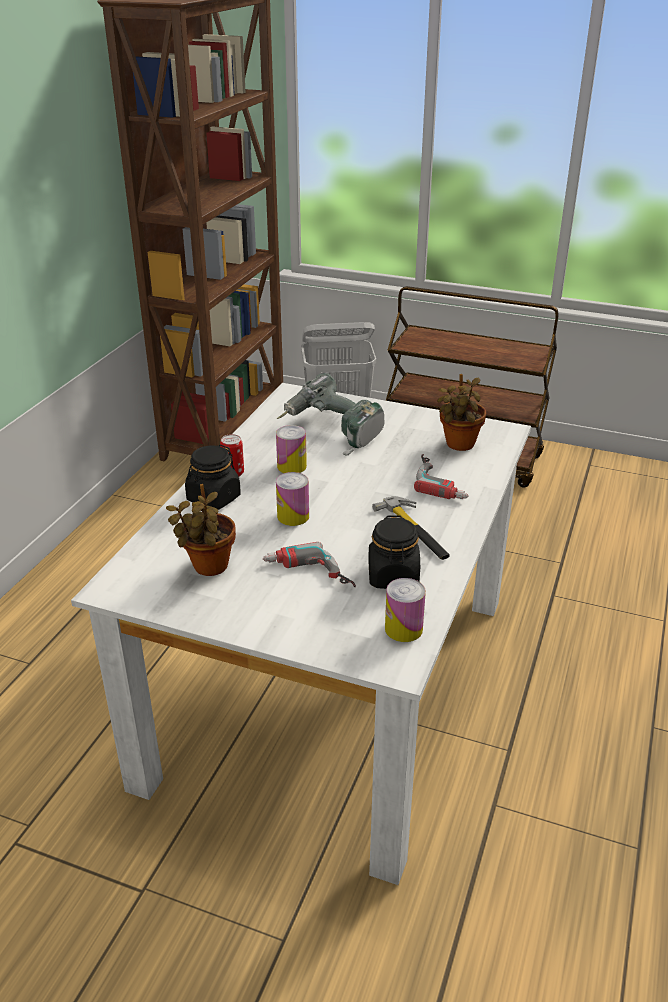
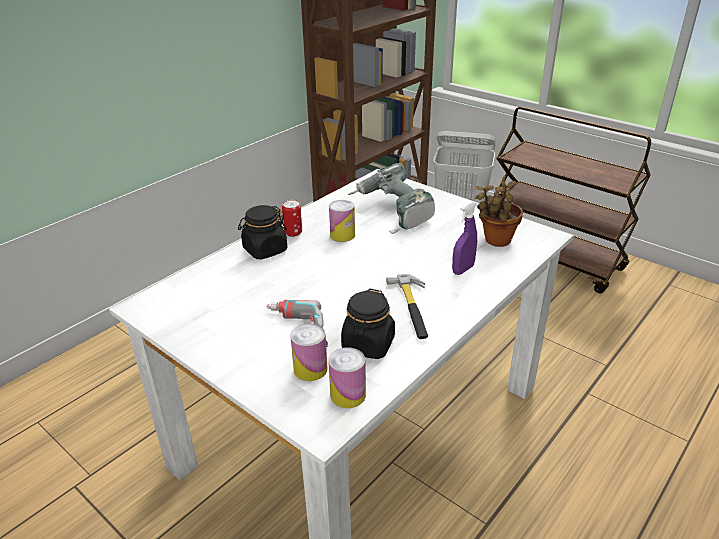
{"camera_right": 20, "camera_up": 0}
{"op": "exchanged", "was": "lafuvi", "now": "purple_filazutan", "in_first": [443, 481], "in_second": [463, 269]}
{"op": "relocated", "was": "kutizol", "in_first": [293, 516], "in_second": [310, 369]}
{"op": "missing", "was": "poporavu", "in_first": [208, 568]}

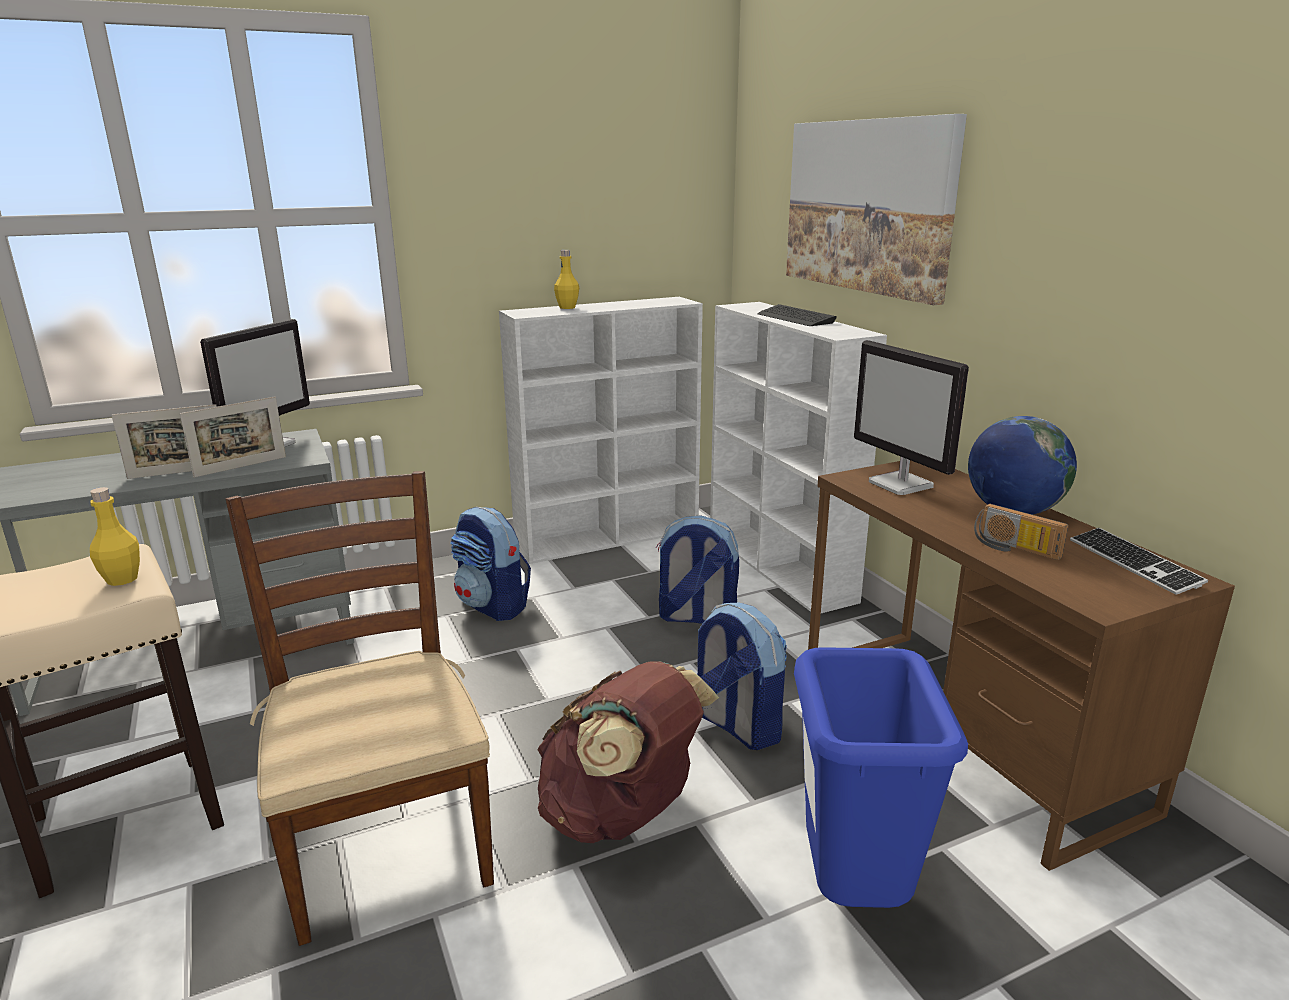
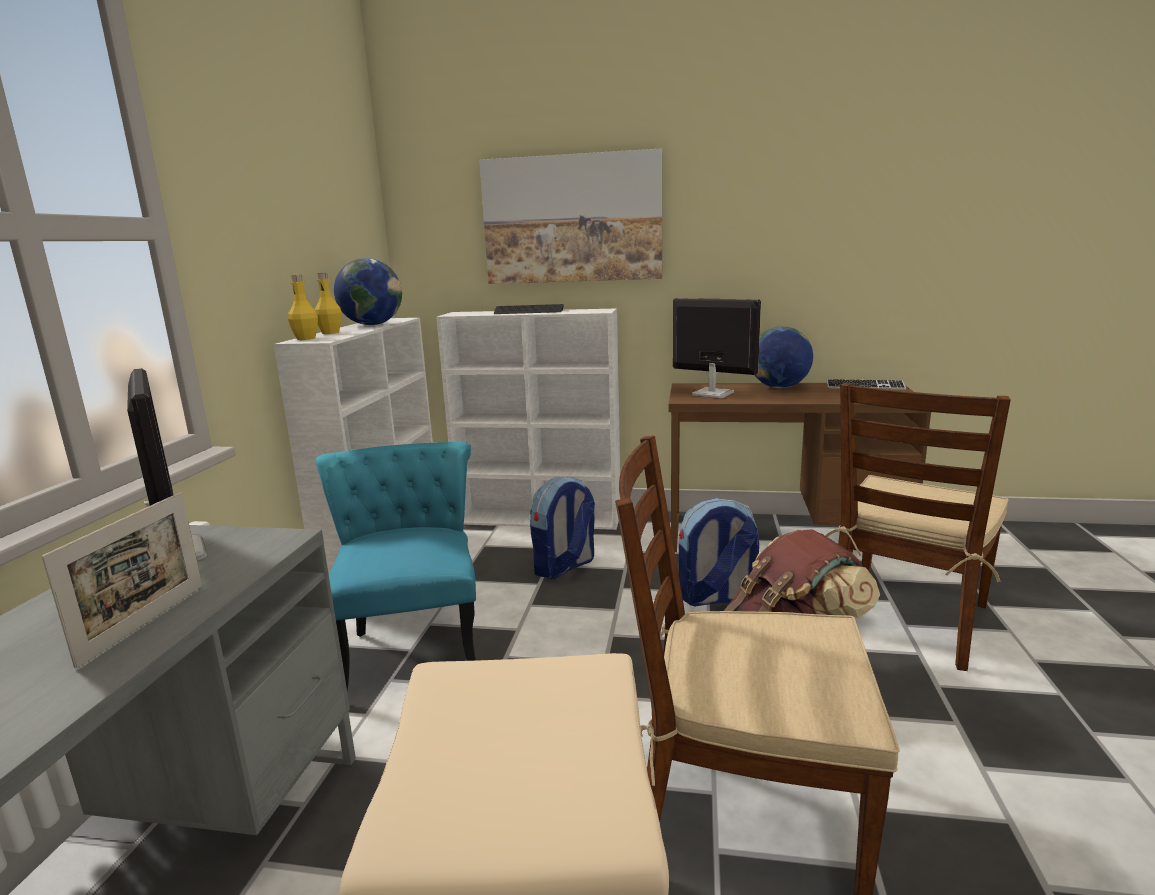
{"camera_right": -55, "camera_up": -5}
{"op": "spun", "was": "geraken", "in_first": [901, 485], "in_second": [711, 394], "clockwise": -150}
{"op": "missing", "was": "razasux", "in_first": [241, 467]}
{"op": "relocated", "was": "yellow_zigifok", "in_first": [122, 579], "in_second": [306, 338]}
{"op": "missing", "was": "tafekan", "in_first": [1013, 549]}
{"op": "exchanged", "was": "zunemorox", "now": "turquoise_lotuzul", "in_first": [493, 606], "in_second": [414, 648]}
{"op": "exchanged", "was": "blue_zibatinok", "now": "brown_lotuzul", "in_first": [853, 893], "in_second": [907, 618]}
{"op": "appeared", "now": "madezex", "in_second": [372, 324]}

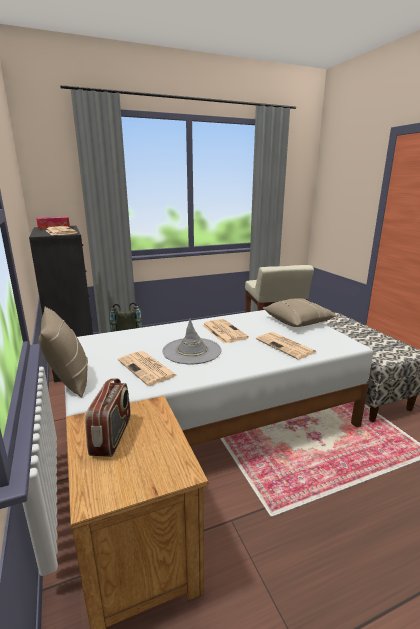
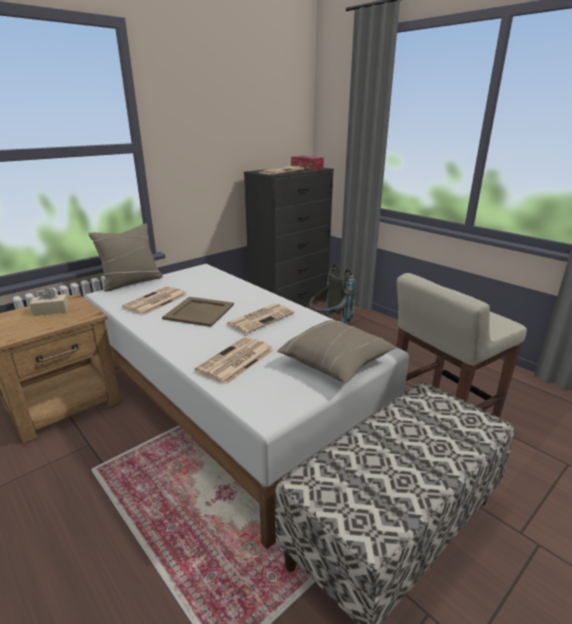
{"camera_right": 70, "camera_up": 5}
{"op": "exchanged", "was": "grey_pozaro", "now": "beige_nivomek", "in_first": [192, 351], "in_second": [198, 312]}
{"op": "exchanged", "was": "tafekan", "now": "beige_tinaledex", "in_first": [112, 436], "in_second": [51, 311]}

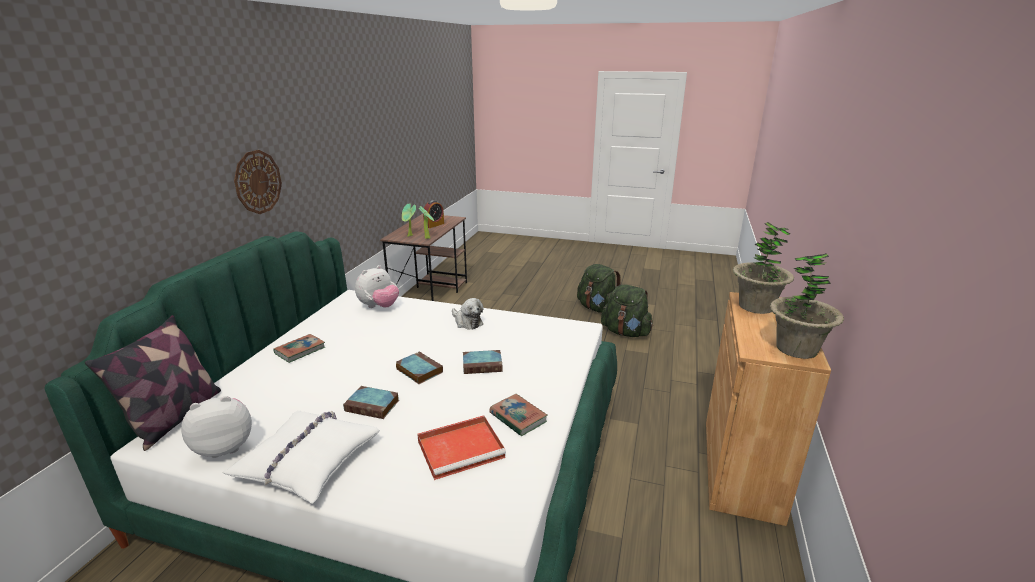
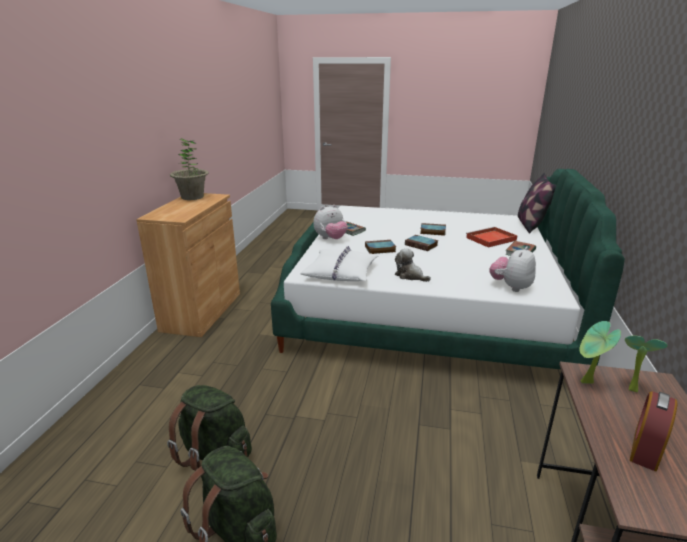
{"camera_right": 175, "camera_up": 0}
{"op": "missing", "was": "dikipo", "in_first": [258, 182]}
{"op": "missing", "was": "poporavu", "in_first": [756, 306]}
{"op": "relocated", "was": "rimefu", "in_first": [225, 446], "in_second": [330, 239]}
{"op": "relocated", "was": "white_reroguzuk", "in_first": [307, 461], "in_second": [341, 272]}
{"op": "relocated", "was": "red_nivomek", "in_first": [462, 448], "in_second": [490, 239]}

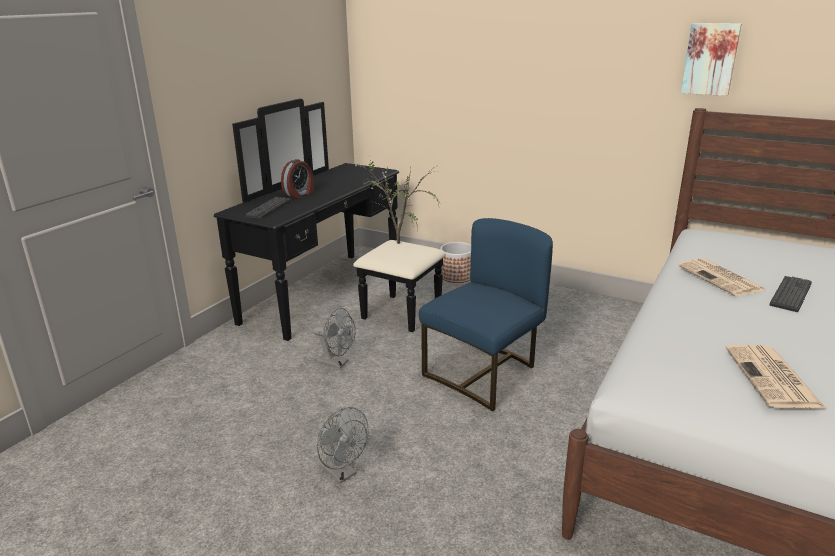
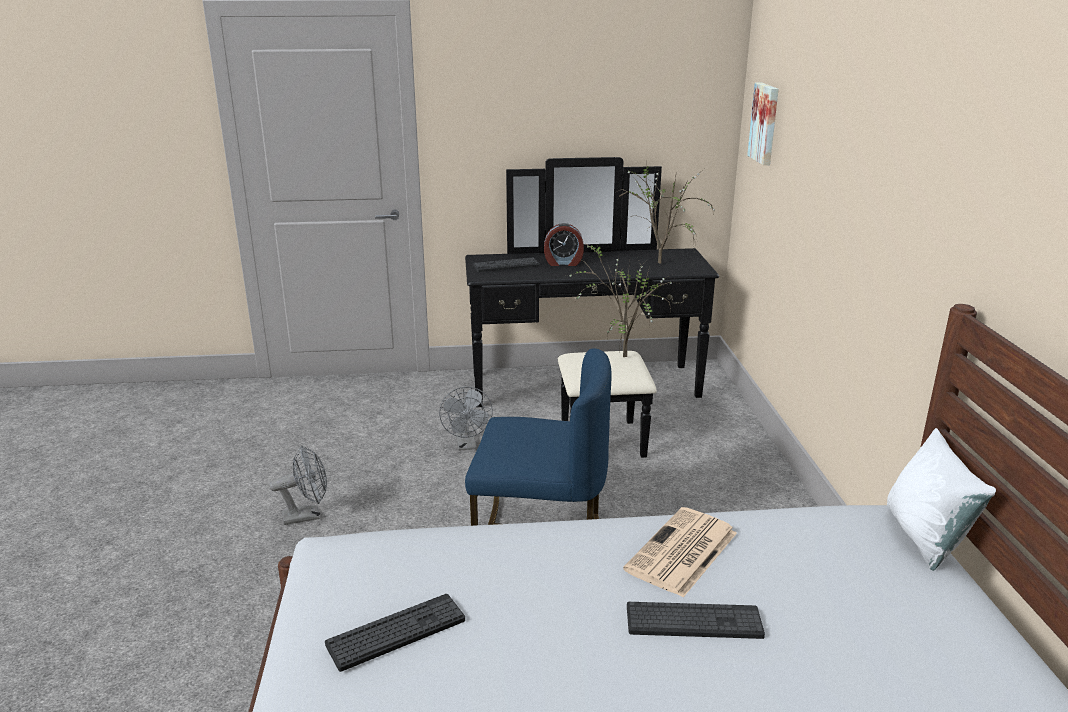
{"camera_right": 55, "camera_up": 0}
{"op": "relocated", "was": "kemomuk", "in_first": [710, 59], "in_second": [765, 123]}
{"op": "missing", "was": "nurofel", "in_first": [457, 276]}
{"op": "exchanged", "was": "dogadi", "now": "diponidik", "in_first": [773, 378], "in_second": [396, 632]}
{"op": "spun", "was": "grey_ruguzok", "in_first": [342, 473], "in_second": [307, 515], "clockwise": -120}
{"op": "appeared", "now": "poporavu", "in_second": [659, 264]}
{"op": "appeared", "now": "white_reroguzuk", "in_second": [925, 537]}

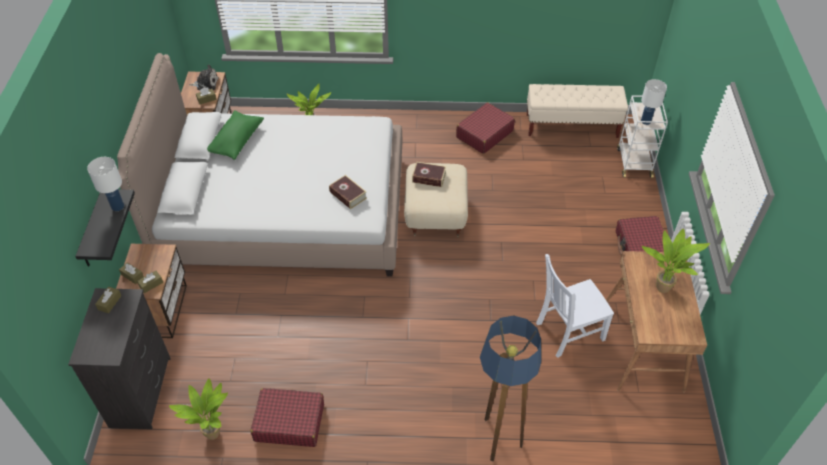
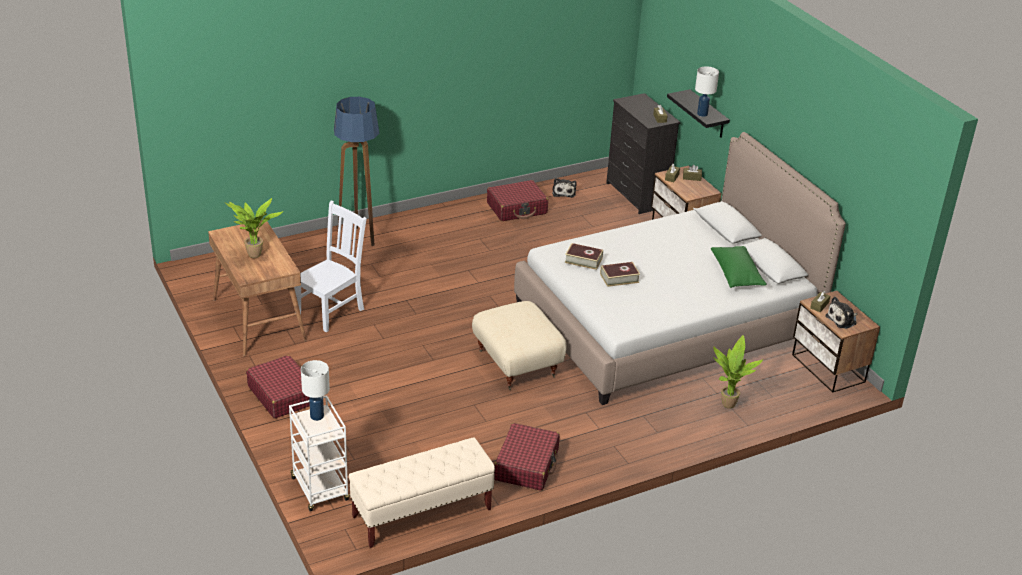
{"camera_right": 150, "camera_up": -15}
{"op": "relocated", "was": "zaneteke", "in_first": [429, 177], "in_second": [619, 278]}
{"op": "exchanged", "was": "poporavu", "now": "rimefu", "in_first": [213, 432], "in_second": [564, 192]}

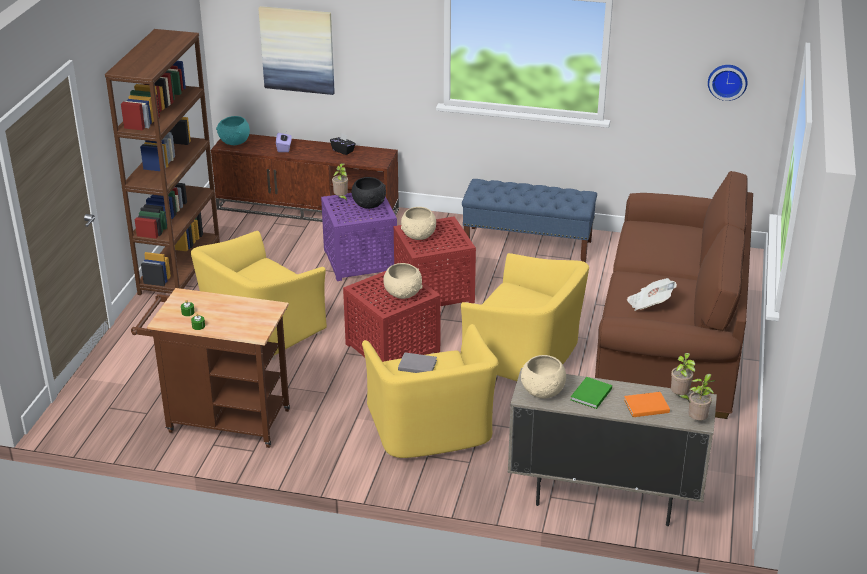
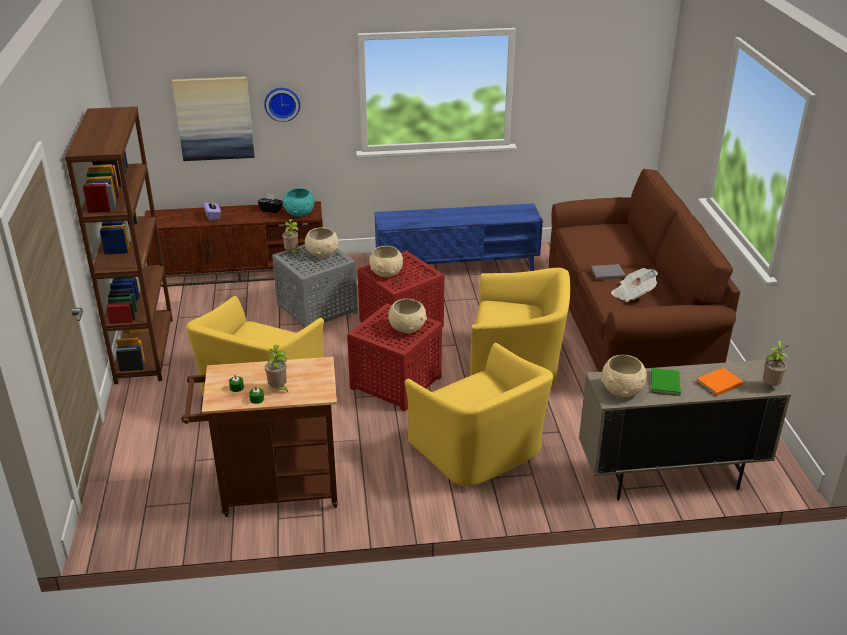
{"camera_right": -20, "camera_up": 0}
{"op": "relocated", "was": "dikipo", "in_first": [727, 81], "in_second": [282, 103]}
{"op": "relocated", "was": "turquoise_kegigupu", "in_first": [234, 142], "in_second": [300, 214]}
{"op": "colour", "was": "black_kegigupu", "now": "beige_kegigupu", "in_first": [369, 205], "in_second": [323, 254]}
{"op": "exchanged", "was": "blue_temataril", "now": "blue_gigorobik", "in_first": [528, 245], "in_second": [457, 268]}
{"op": "colour", "was": "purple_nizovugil", "now": "grey_nizovugil", "in_first": [361, 261], "in_second": [318, 309]}
{"op": "relocated", "was": "grey_zaneteke", "in_first": [416, 365], "in_second": [606, 273]}
{"op": "relocated", "was": "poporavu", "in_first": [680, 397], "in_second": [278, 389]}

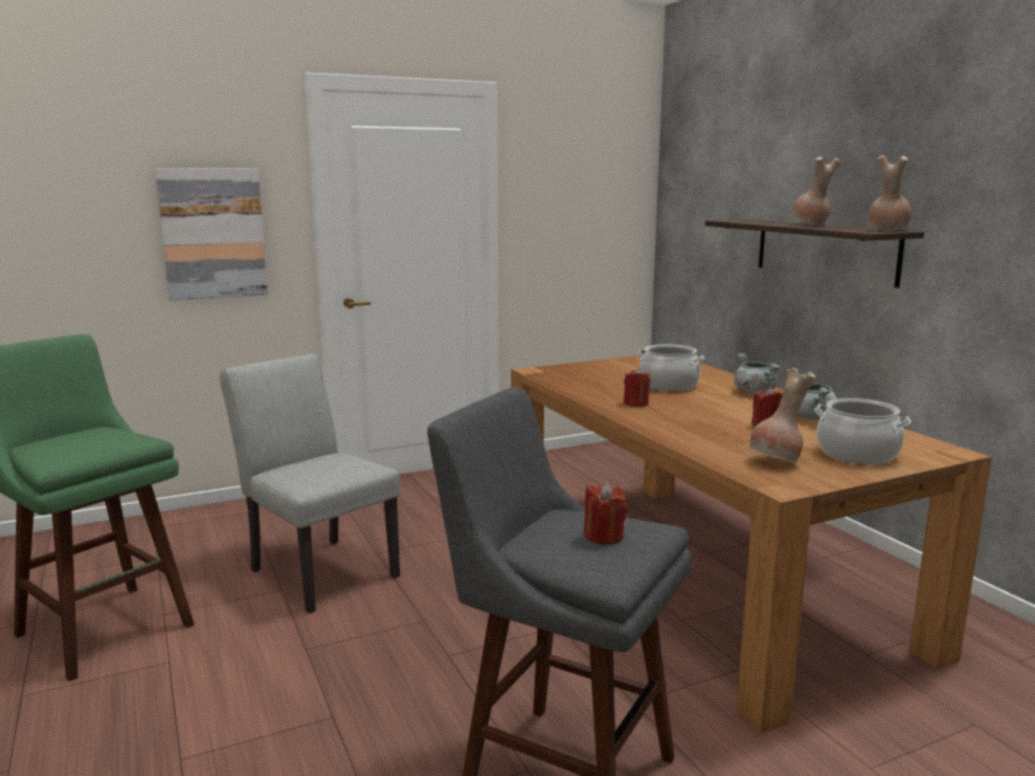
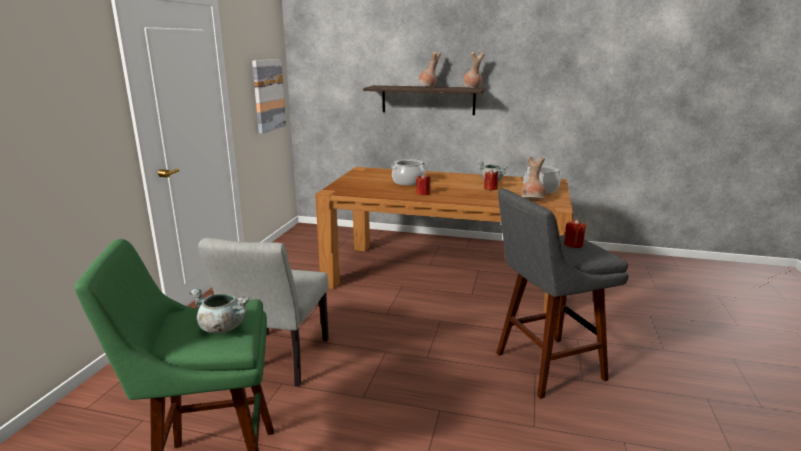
{"camera_right": -50, "camera_up": 5}
{"op": "relocated", "was": "kemomuk", "in_first": [213, 233], "in_second": [268, 95]}
{"op": "relocated", "was": "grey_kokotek", "in_first": [754, 392], "in_second": [222, 328]}
{"op": "spun", "was": "grey_lotuzul", "in_first": [317, 569], "in_second": [277, 362], "clockwise": -75}

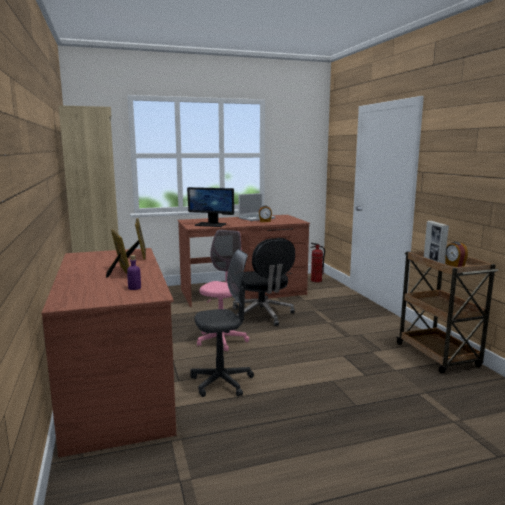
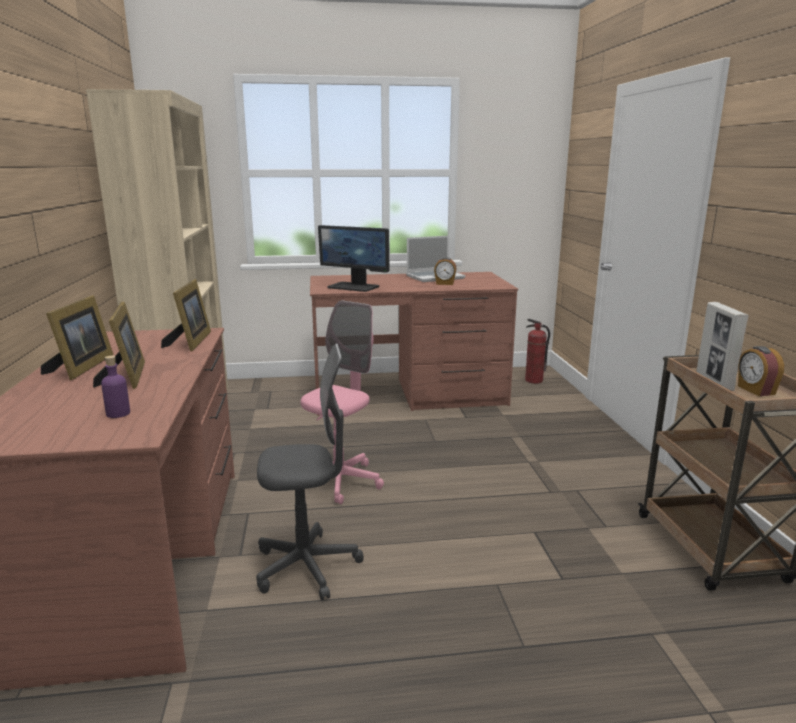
{"camera_right": 10, "camera_up": 5}
{"op": "missing", "was": "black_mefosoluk", "in_first": [262, 315]}
{"op": "appeared", "now": "razasux", "in_second": [81, 367]}

